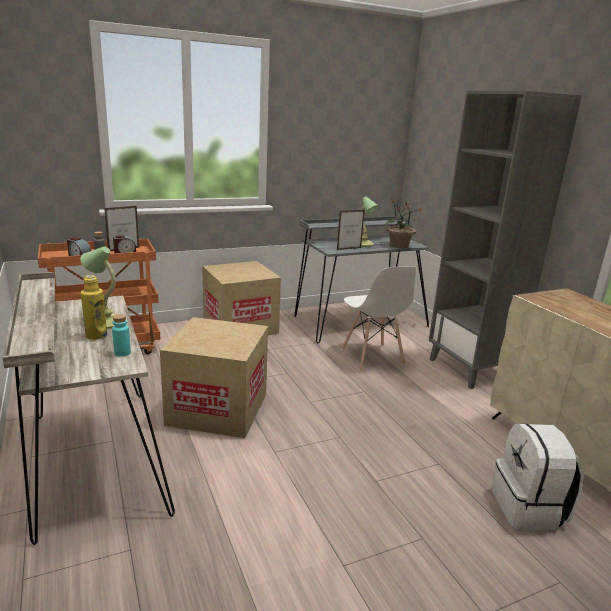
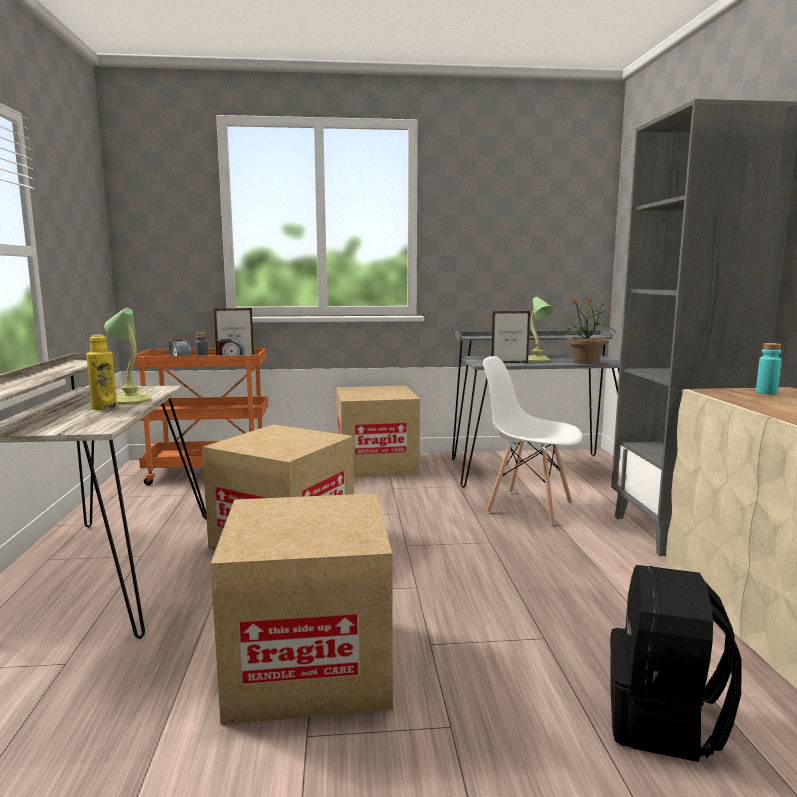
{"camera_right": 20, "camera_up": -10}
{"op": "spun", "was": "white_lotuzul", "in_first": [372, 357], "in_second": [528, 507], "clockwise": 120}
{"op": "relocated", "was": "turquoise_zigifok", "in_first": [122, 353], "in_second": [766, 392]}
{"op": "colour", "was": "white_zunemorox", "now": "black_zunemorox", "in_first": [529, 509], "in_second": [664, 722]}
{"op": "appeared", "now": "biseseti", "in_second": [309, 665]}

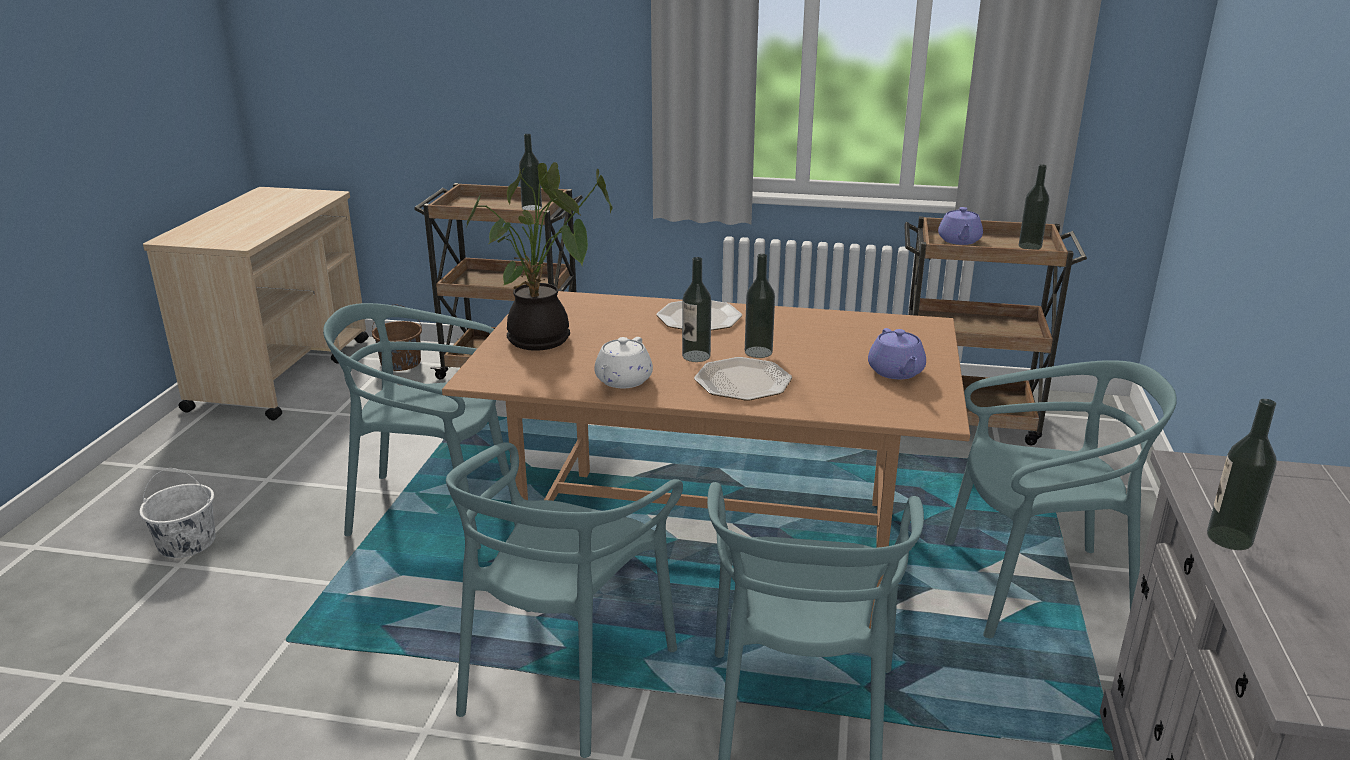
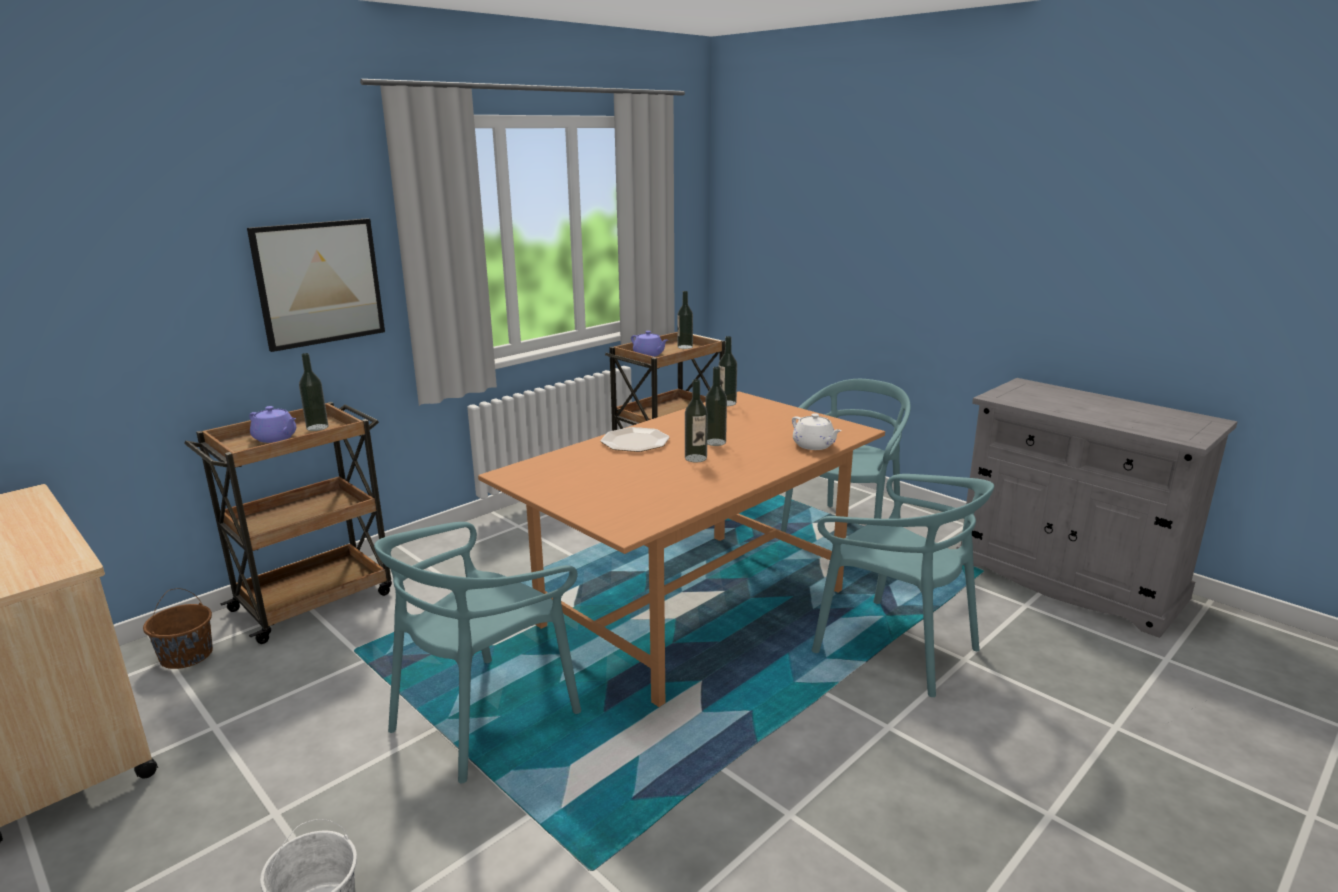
{"camera_right": -55, "camera_up": -5}
{"op": "missing", "was": "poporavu", "in_first": [543, 341]}
{"op": "relocated", "was": "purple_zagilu", "in_first": [896, 372], "in_second": [276, 438]}
{"op": "relocated", "was": "white_zagilu", "in_first": [623, 381], "in_second": [814, 445]}
{"op": "missing", "was": "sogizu", "in_first": [744, 381]}
{"op": "relocated", "was": "zigifok", "in_first": [1229, 538], "in_second": [727, 403]}
{"op": "missing", "was": "turquoise_lotuzul", "in_first": [564, 675]}
{"op": "appeared", "now": "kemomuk", "in_second": [319, 283]}

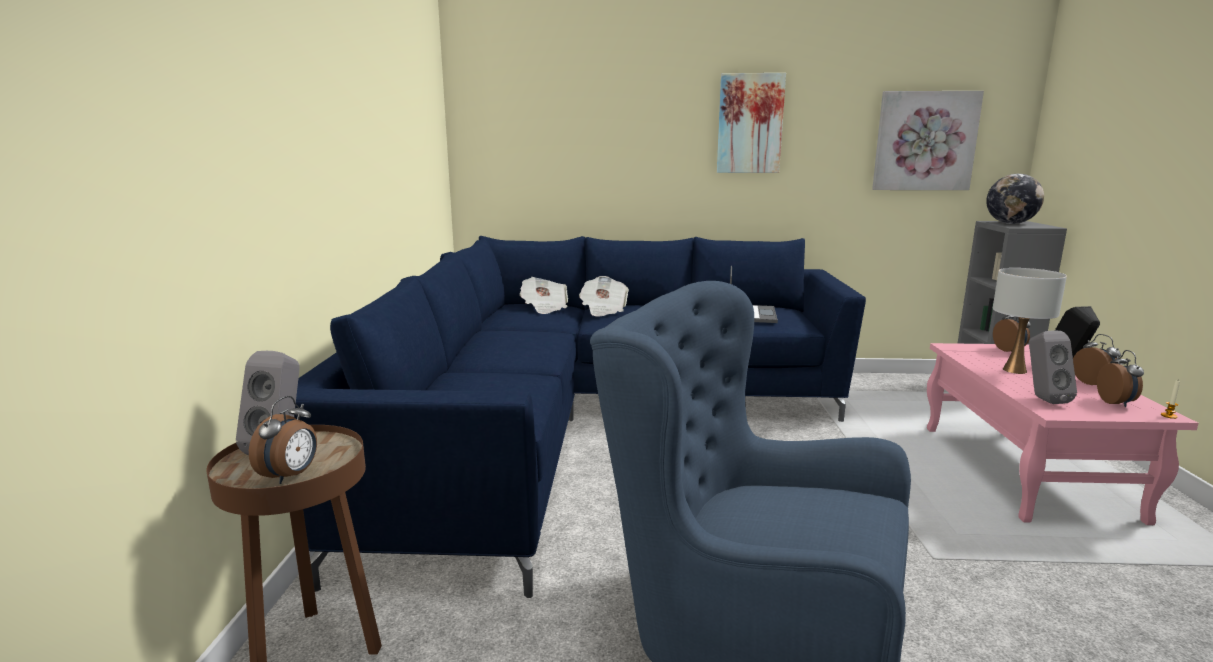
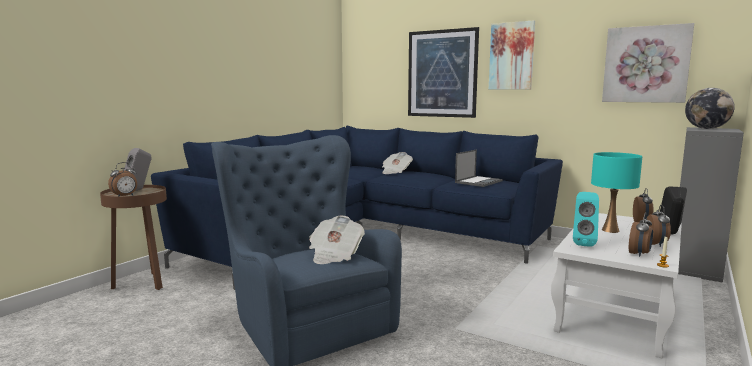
{"camera_right": 30, "camera_up": -5}
{"op": "colour", "was": "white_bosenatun", "now": "turquoise_bosenatun", "in_first": [1014, 370], "in_second": [610, 230]}
{"op": "relocated", "was": "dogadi", "in_first": [544, 307], "in_second": [334, 255]}
{"op": "colour", "was": "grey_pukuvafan", "now": "turquoise_pukuvafan", "in_first": [1042, 399], "in_second": [583, 243]}
{"op": "colour", "was": "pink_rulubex", "now": "white_rulubex", "in_first": [1022, 470], "in_second": [616, 311]}
{"op": "appeared", "now": "kemomuk", "in_second": [442, 73]}

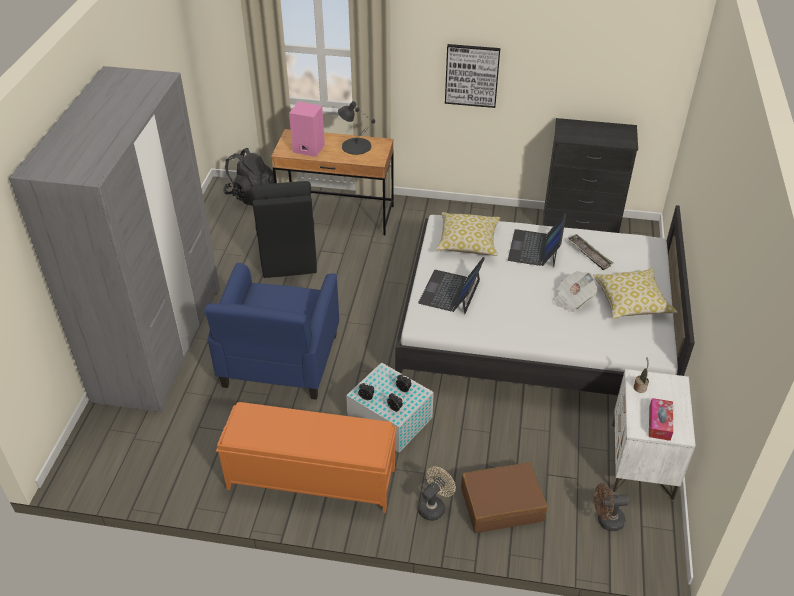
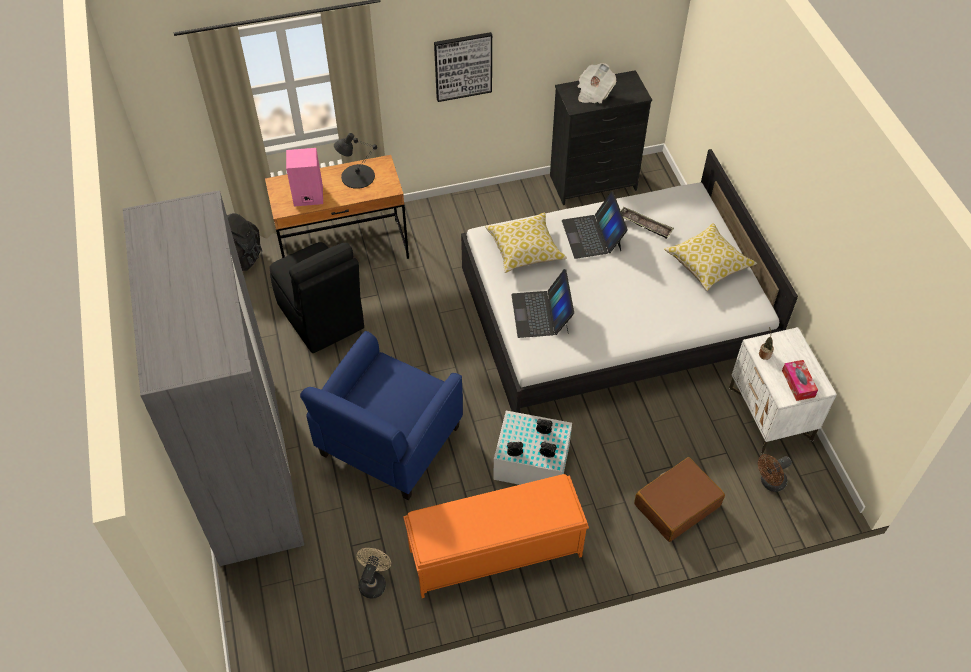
{"camera_right": -25, "camera_up": 10}
{"op": "spun", "was": "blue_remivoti", "in_first": [280, 361], "in_second": [389, 442], "clockwise": 45}
{"op": "relocated", "was": "dogadi", "in_first": [572, 299], "in_second": [594, 92]}
{"op": "relocated", "was": "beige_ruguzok", "in_first": [434, 506], "in_second": [373, 581]}

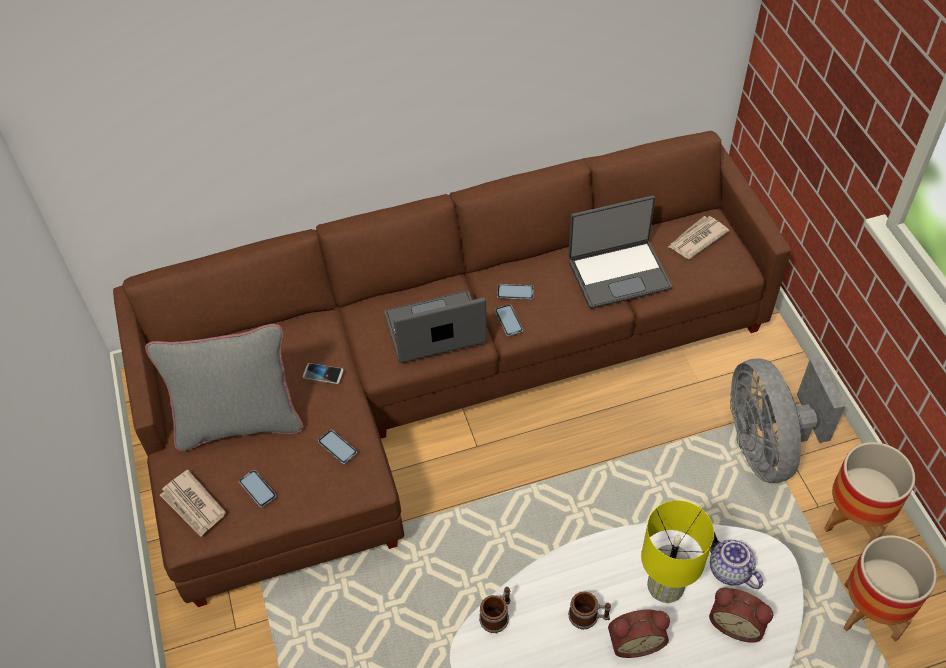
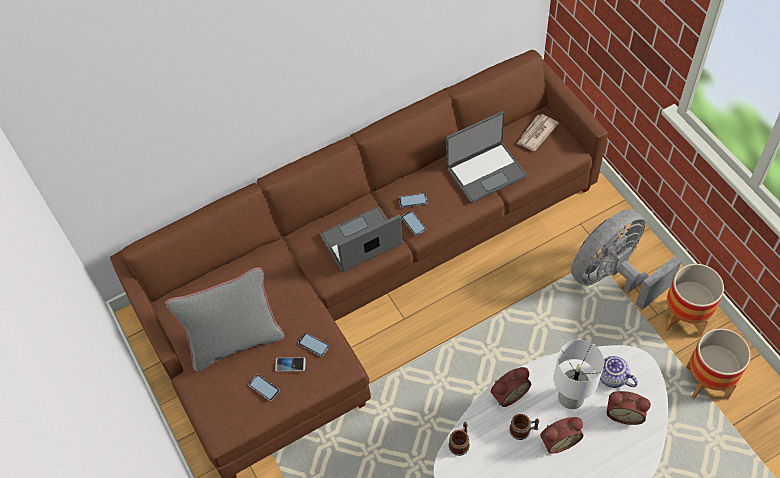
{"camera_right": -10, "camera_up": 5}
{"op": "spun", "was": "grey_ruguzok", "in_first": [767, 446], "in_second": [613, 276], "clockwise": 75}
{"op": "relocated", "was": "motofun", "in_first": [323, 374], "in_second": [290, 364]}
{"op": "missing", "was": "dogadi", "in_first": [193, 505]}
{"op": "colour", "was": "yellow_bosenatun", "now": "white_bosenatun", "in_first": [664, 586], "in_second": [570, 397]}
{"op": "appeared", "now": "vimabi", "in_second": [508, 393]}

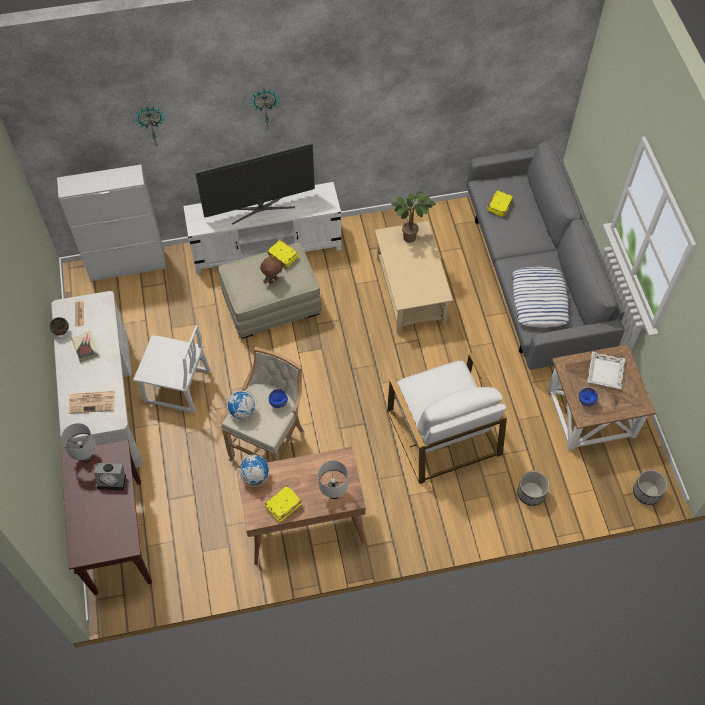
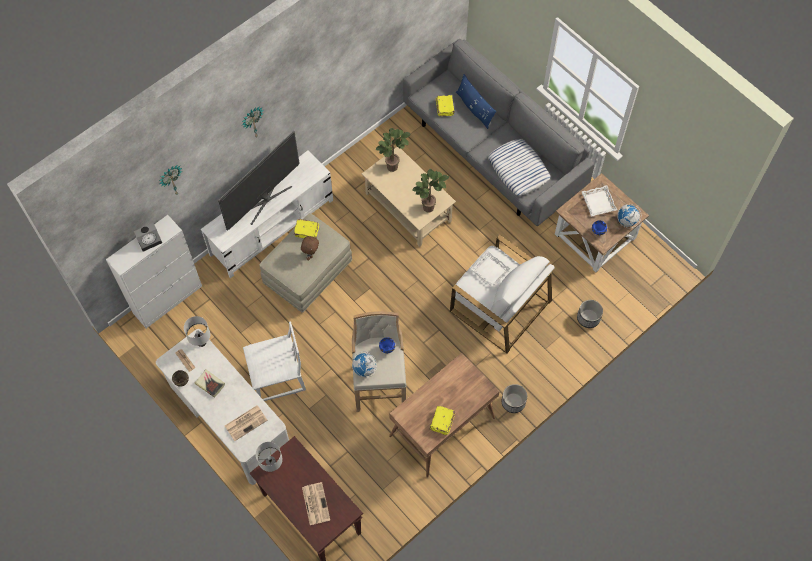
{"camera_right": -30, "camera_up": 5}
{"op": "relocated", "was": "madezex", "in_first": [255, 476], "in_second": [626, 221]}
{"op": "relocated", "was": "white_bosenatun", "in_first": [334, 493], "in_second": [201, 342]}
{"op": "relocated", "was": "vimabi", "in_first": [113, 480], "in_second": [150, 240]}
{"op": "relocated", "was": "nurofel", "in_first": [646, 492], "in_second": [513, 402]}
{"op": "appeared", "now": "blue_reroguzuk", "in_second": [474, 108]}
{"op": "appeared", "now": "poporavu", "in_second": [429, 205]}
{"op": "appeared", "now": "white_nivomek", "in_second": [490, 270]}
{"op": "appeared", "now": "dogadi", "in_second": [315, 503]}

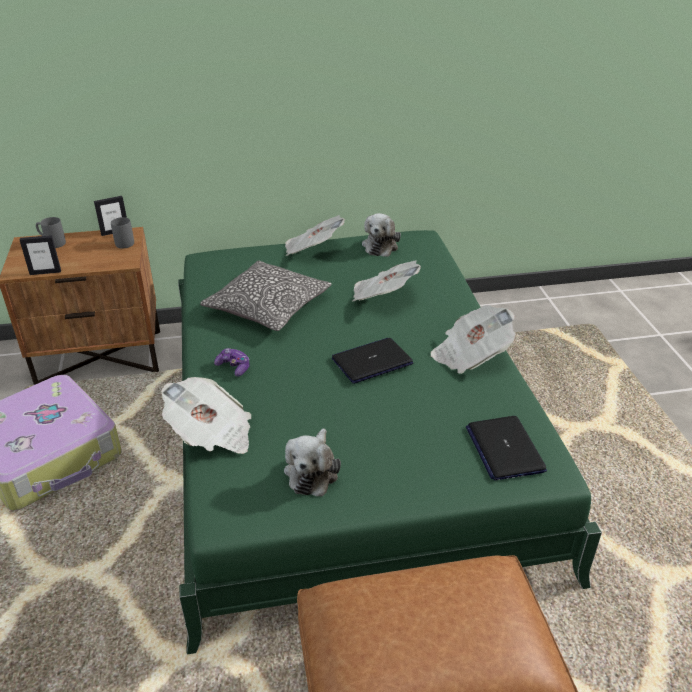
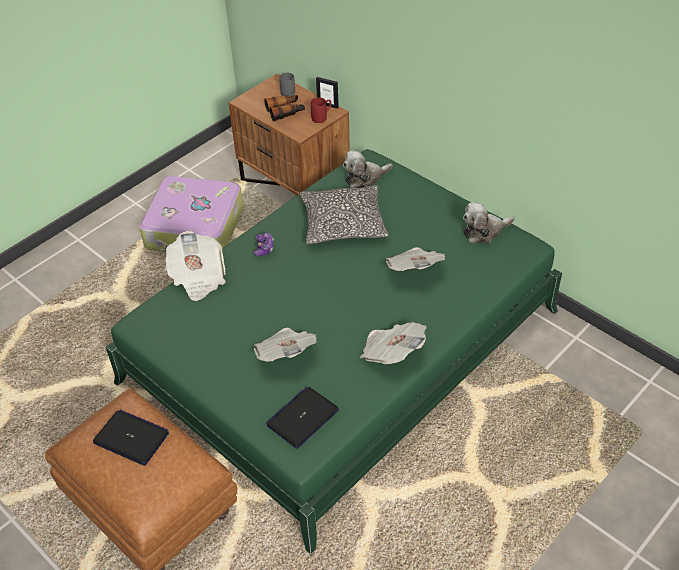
{"camera_right": 55, "camera_up": 10}
{"op": "relocated", "was": "dogadi", "in_first": [312, 250], "in_second": [286, 354]}
{"op": "colour", "was": "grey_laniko", "now": "red_laniko", "in_first": [126, 241], "in_second": [322, 117]}
{"op": "missing", "was": "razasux", "in_first": [45, 272]}
{"op": "relocated", "was": "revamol", "in_first": [372, 361], "in_second": [132, 438]}
{"op": "relocated", "was": "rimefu", "in_first": [312, 471], "in_second": [364, 178]}
{"op": "appeared", "now": "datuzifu", "in_second": [285, 111]}

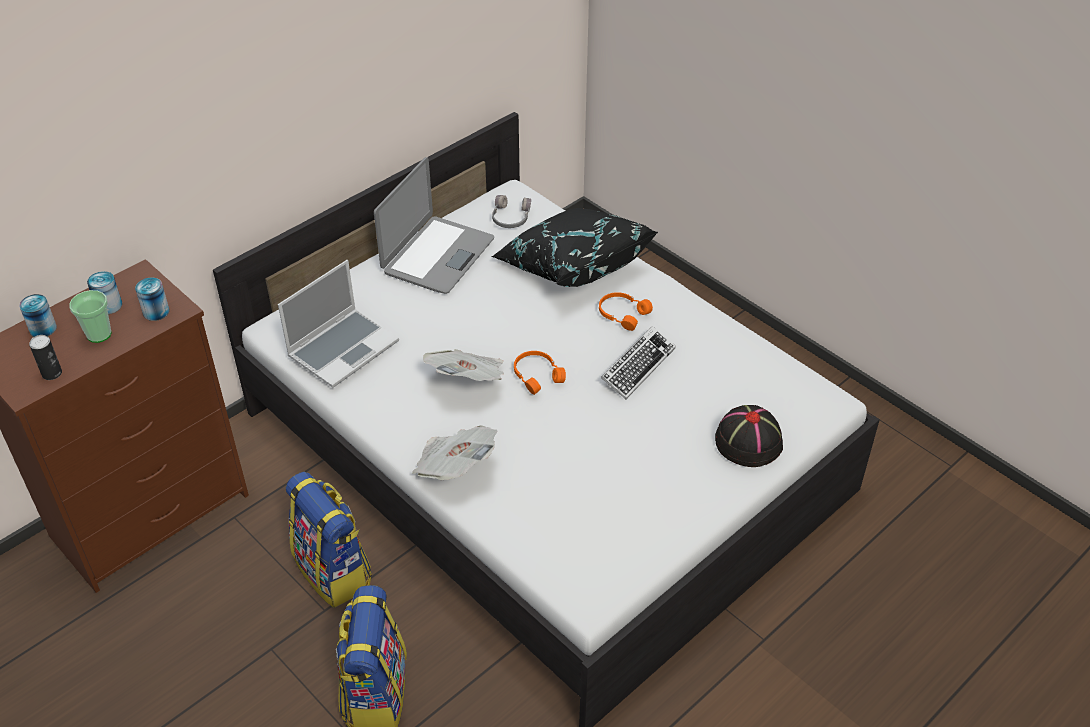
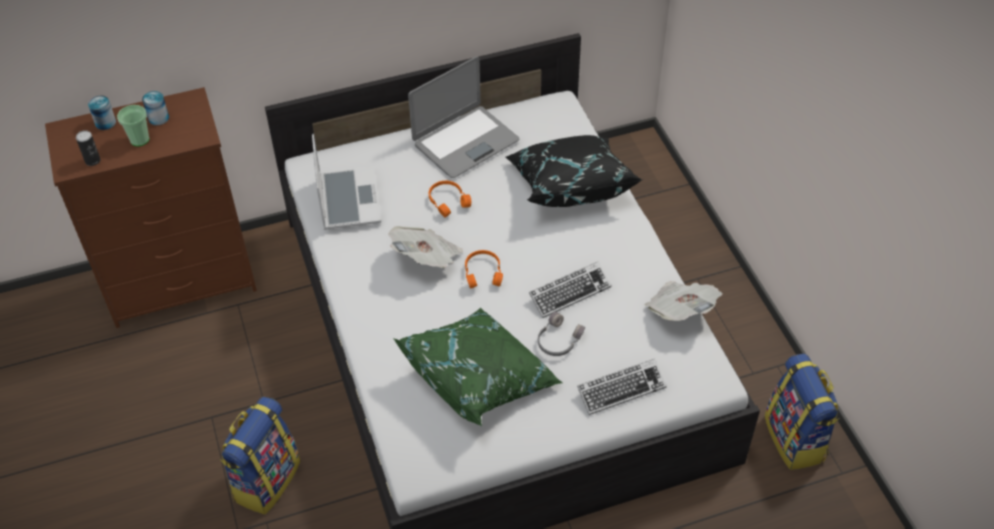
{"camera_right": 25, "camera_up": 5}
{"op": "relocated", "was": "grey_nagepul", "in_first": [510, 218], "in_second": [558, 340]}
{"op": "spun", "was": "revamol", "in_first": [343, 348], "in_second": [347, 199], "clockwise": -75}
{"op": "missing", "was": "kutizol", "in_first": [156, 312]}
{"op": "relocated", "was": "orange_nagepul", "in_first": [622, 314], "in_second": [448, 201]}
{"op": "exchanged", "was": "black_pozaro", "now": "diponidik", "in_first": [748, 441], "in_second": [621, 389]}
{"op": "relocated", "was": "dogadi", "in_first": [455, 467], "in_second": [680, 311]}
{"op": "relocated", "was": "zunemorox", "in_first": [334, 572], "in_second": [796, 439]}
{"op": "appeared", "now": "green_reroguzuk", "in_second": [480, 379]}

